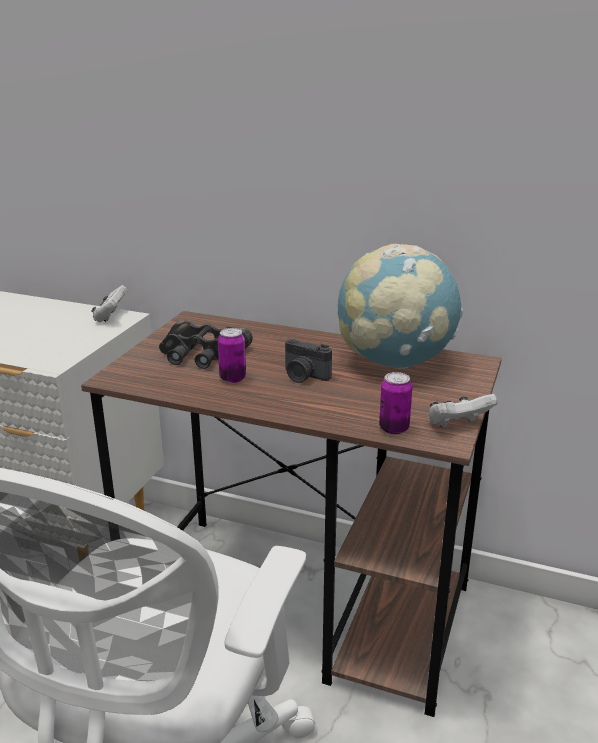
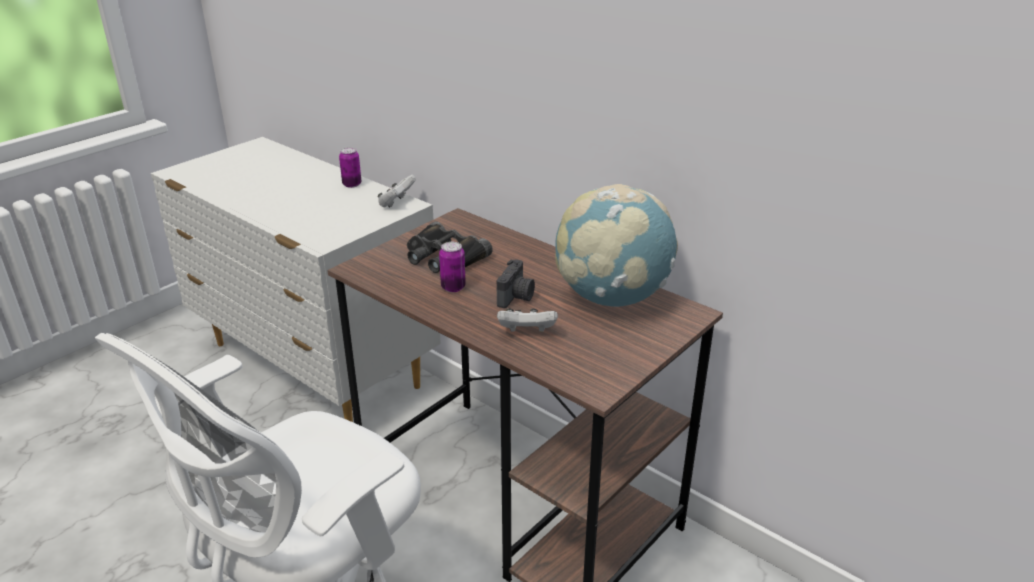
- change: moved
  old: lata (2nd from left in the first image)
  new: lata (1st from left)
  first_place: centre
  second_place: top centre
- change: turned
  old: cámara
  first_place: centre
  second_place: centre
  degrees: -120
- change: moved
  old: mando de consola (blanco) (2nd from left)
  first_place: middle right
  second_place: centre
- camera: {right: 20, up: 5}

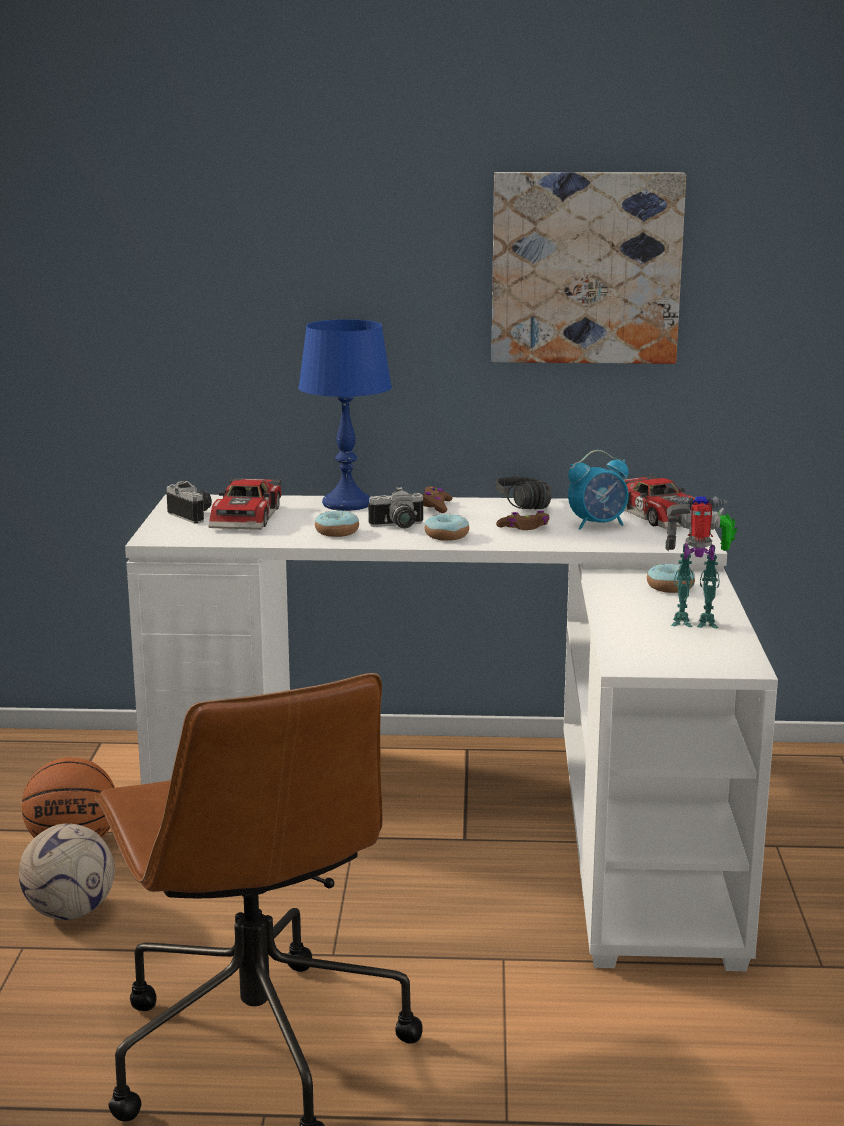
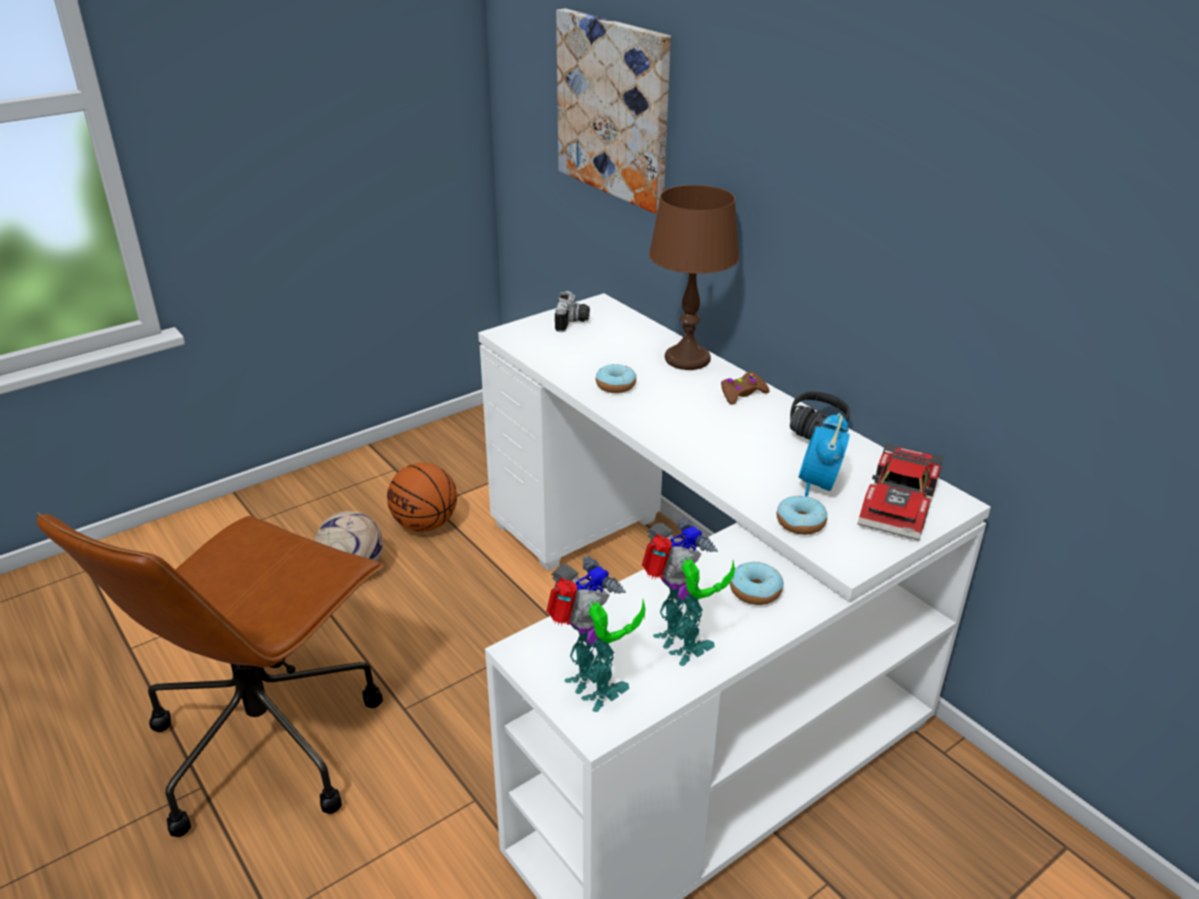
- change: added
  new: robot de juguete (1st from left)
  second_place: bottom centre
- change: moved
  old: cuadro
  first_place: top right
  second_place: top centre
- change: recoloured
  old: lámpara de mesa (azul)
  new: lámpara de mesa (marrón)
  first_place: centre
  second_place: top centre
- change: moved
  old: rosquilla (2nd from left in the first image)
  new: rosquilla (3rd from left)
  first_place: centre
  second_place: middle right
- change: turned
  old: despertador
  first_place: middle right
  second_place: middle right
  degrees: 75
- change: removed
  old: coche de juguete (1st from left)
  first_place: middle left
- change: removed
  old: cámara (2nd from left)
  first_place: centre
- change: removed
  old: mando de consola (marrón) (2nd from left)
  first_place: centre
- camera: {right: 50, up: 15}

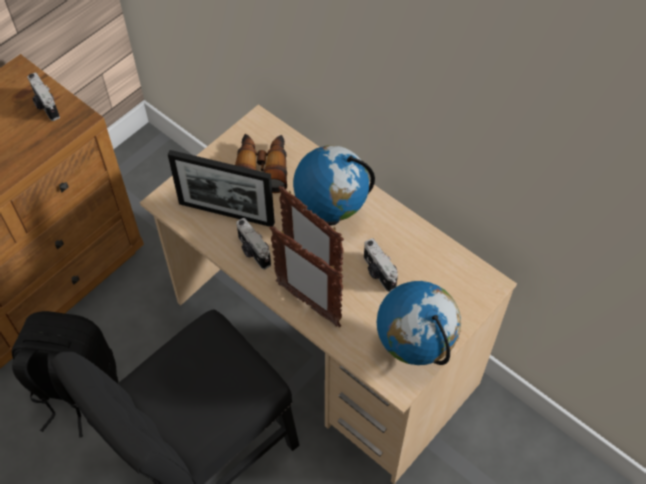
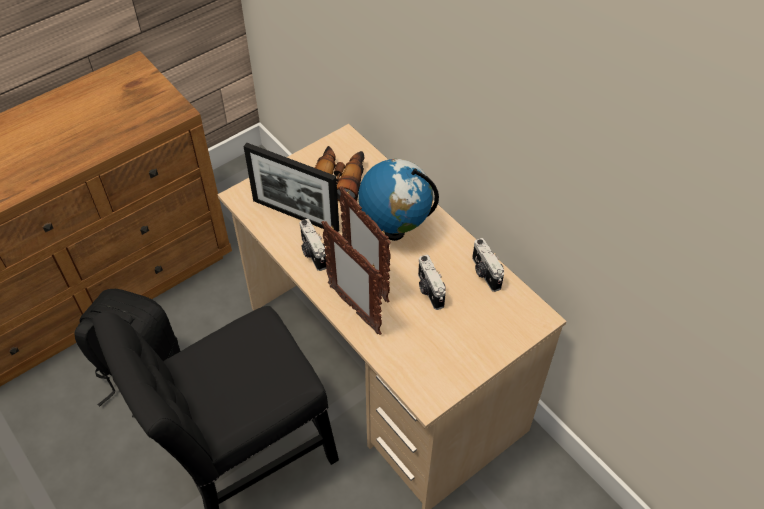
- change: moved
  old: cámara (1st from left in the first image)
  new: cámara (3rd from left)
  first_place: top left
  second_place: centre
- change: removed
  old: globo terráqueo (2nd from left)
  first_place: bottom centre
- camera: {right: 10, up: -5}

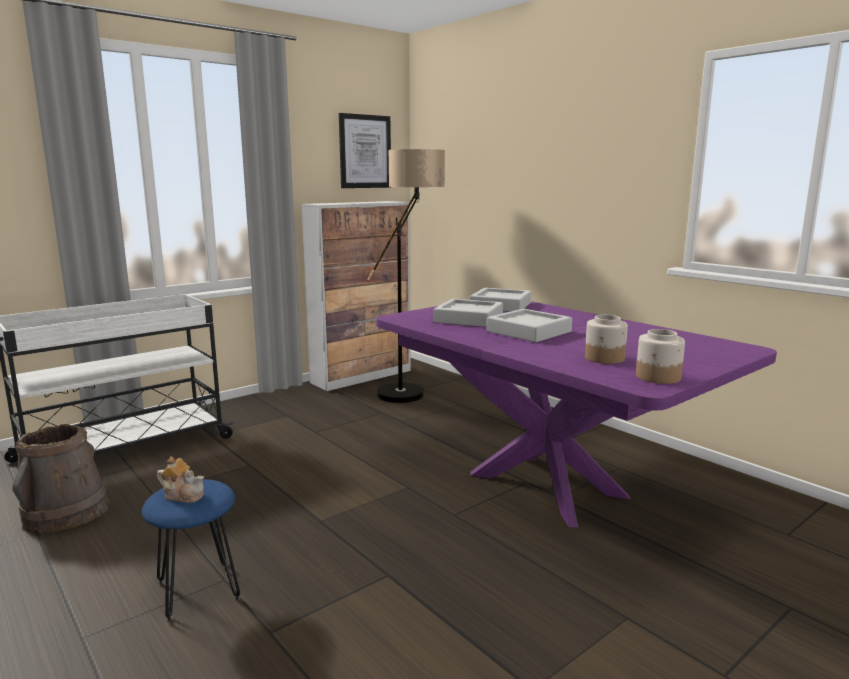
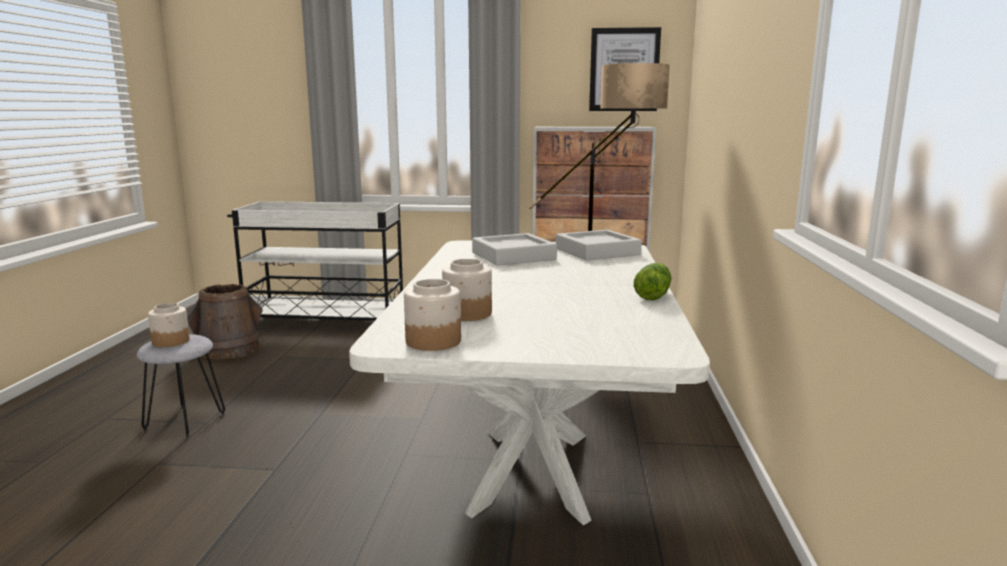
- change: recoloured
  old: taburete (azul)
  new: taburete (gris)
  first_place: bottom left
  second_place: bottom left
- change: replaced
  old: tetera
  new: tarro (1st from left)
  first_place: bottom left
  second_place: middle left
- change: recoloured
  old: mesa de comedor (morado)
  new: mesa de comedor (blanco)
  first_place: middle right
  second_place: bottom centre
- change: added
  new: lechuga
  second_place: centre
- change: removed
  old: bandeja (gris) (3rd from left)
  first_place: centre
- camera: {right: 45, up: 0}

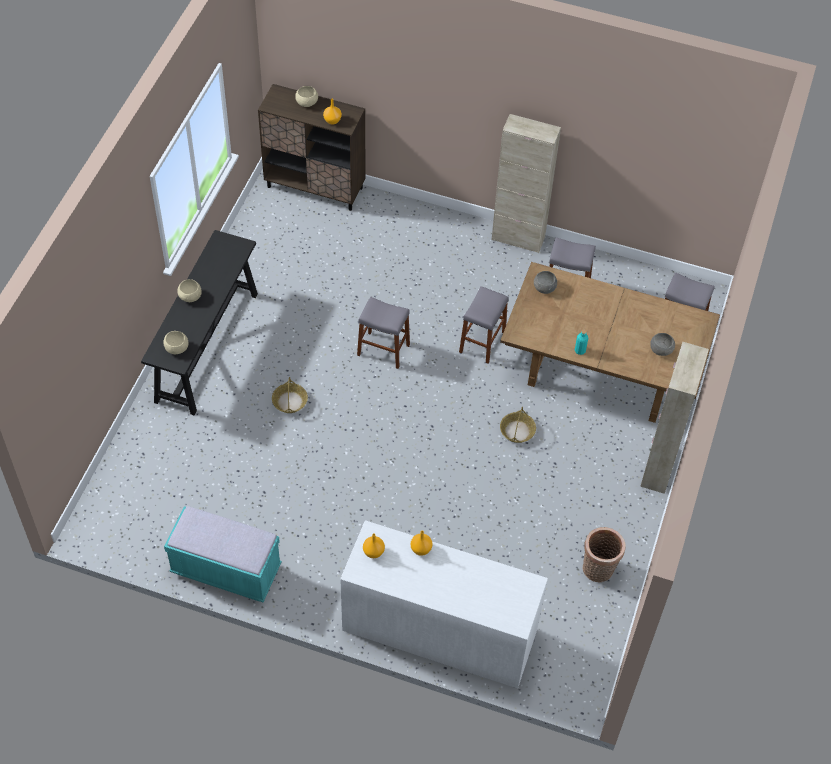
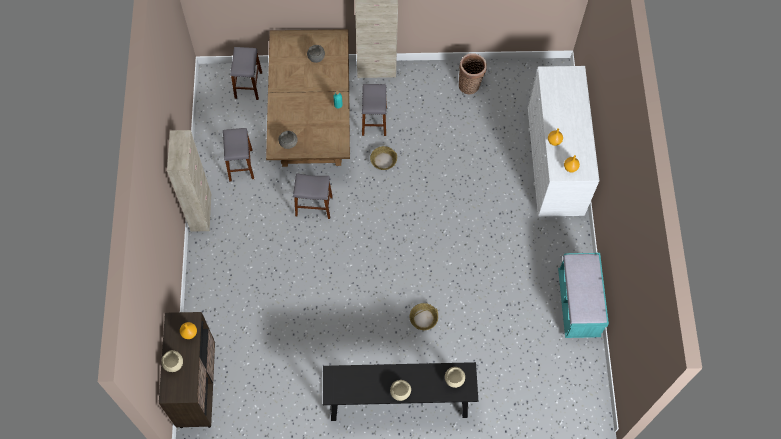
- change: moved
  old: taburete (gris) (1st from left in the first image)
  new: taburete (gris) (4th from left)
  first_place: centre
  second_place: top centre
- camera: {right: -110, up: 10}

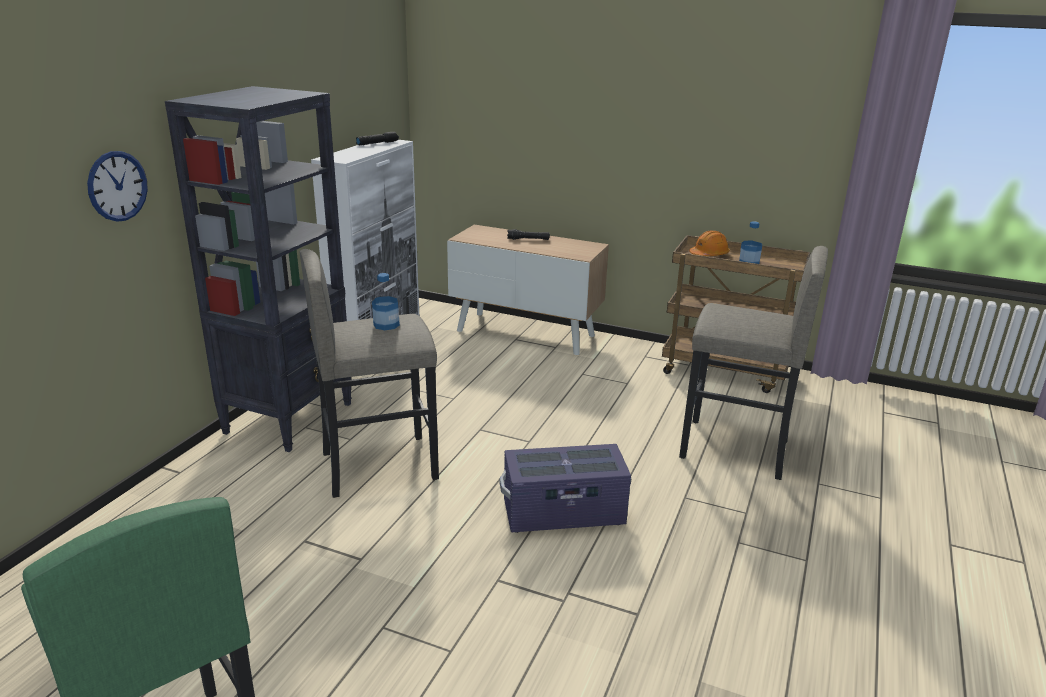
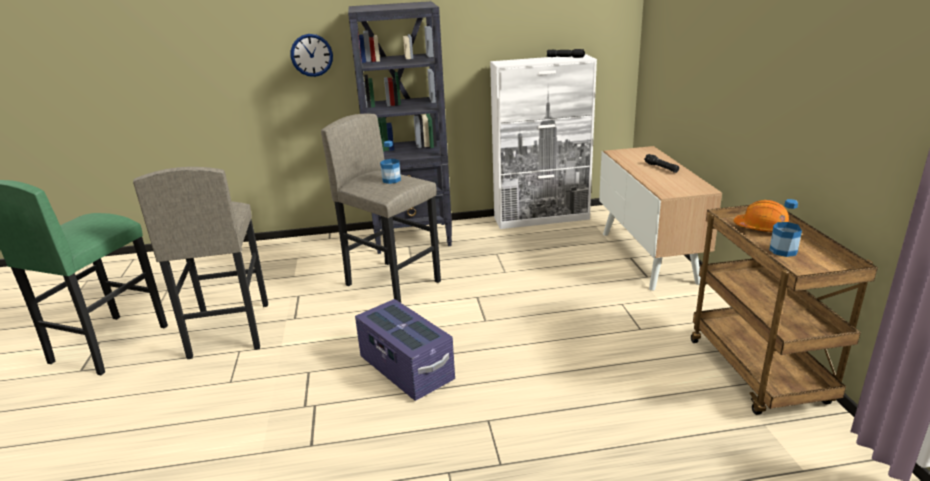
- change: moved
  old: taburete (gris) (2nd from left in the first image)
  new: taburete (gris) (1st from left)
  first_place: middle right
  second_place: middle left
- camera: {right: 60, up: 0}

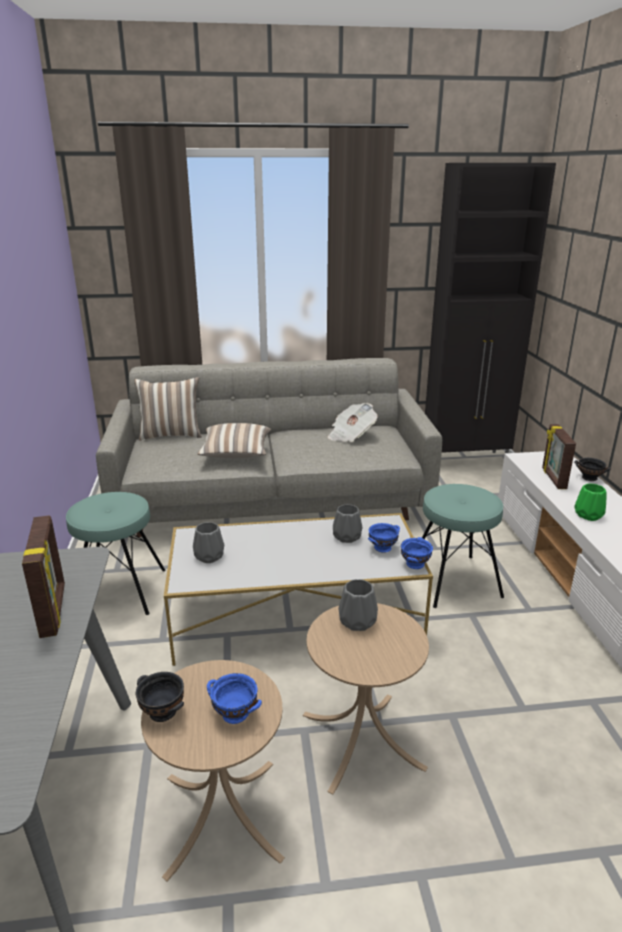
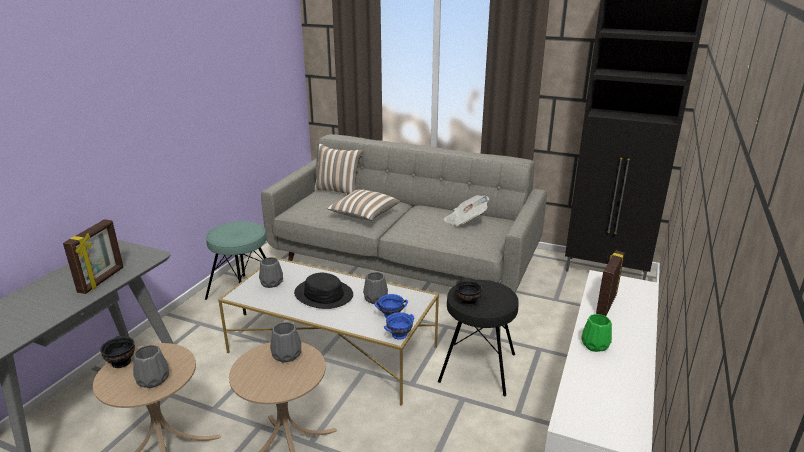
- change: replaced
  old: cuenco (azul) (1st from left)
  new: florero (gris) (1st from left)
  first_place: bottom centre
  second_place: bottom left
- change: added
  new: sombrero (negro)
  second_place: centre
- change: recoloured
  old: taburete (turquesa) (2nd from left)
  new: taburete (negro)
  first_place: middle right
  second_place: bottom centre
- change: moved
  old: cuenco (negro) (2nd from left)
  first_place: middle right
  second_place: centre
- camera: {right: 30, up: 0}

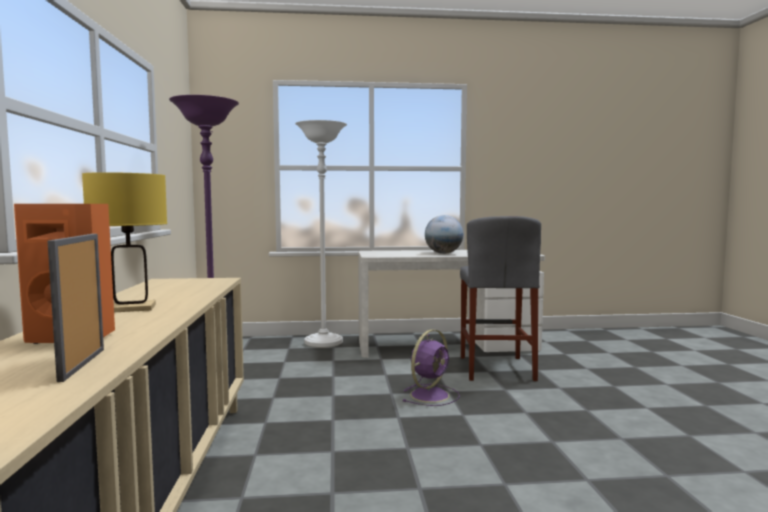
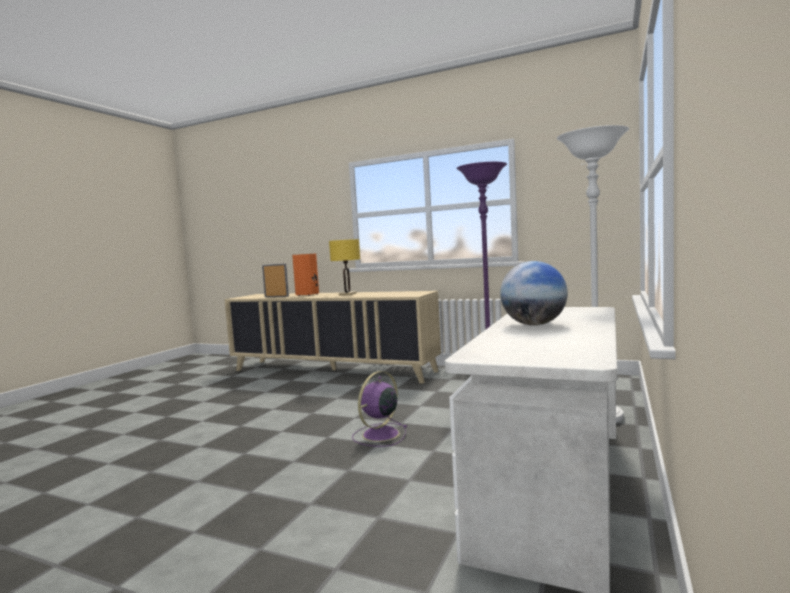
- change: turned
  old: ventilador (morado)
  first_place: bottom centre
  second_place: bottom centre
  degrees: 60
- change: removed
  old: taburete (gris)
  first_place: centre
- camera: {right: 120, up: 0}

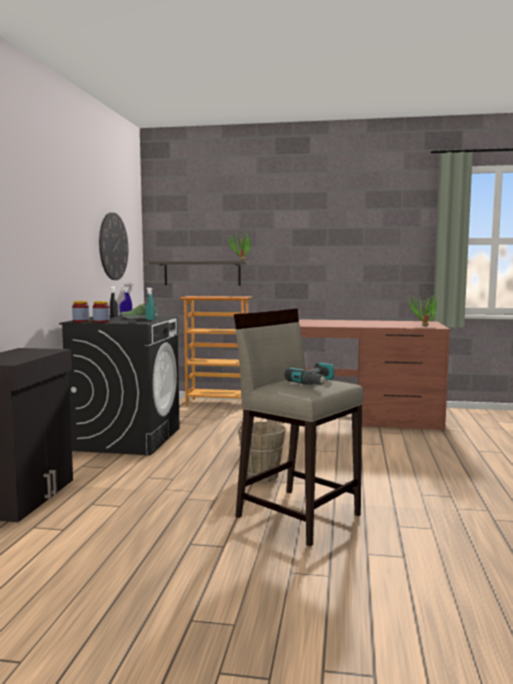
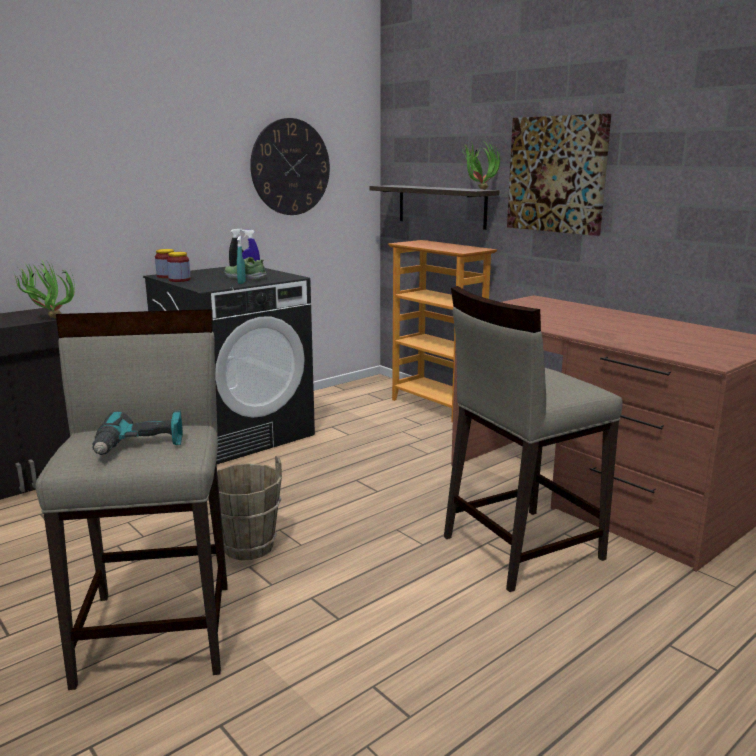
- change: moved
  old: planta en maceta (2nd from left in the first image)
  new: planta en maceta (1st from left)
  first_place: middle right
  second_place: middle left
- change: added
  new: taburete (beis) (2nd from left)
  second_place: middle right
- change: added
  new: cuadro
  second_place: top right
- camera: {right: 40, up: 10}

